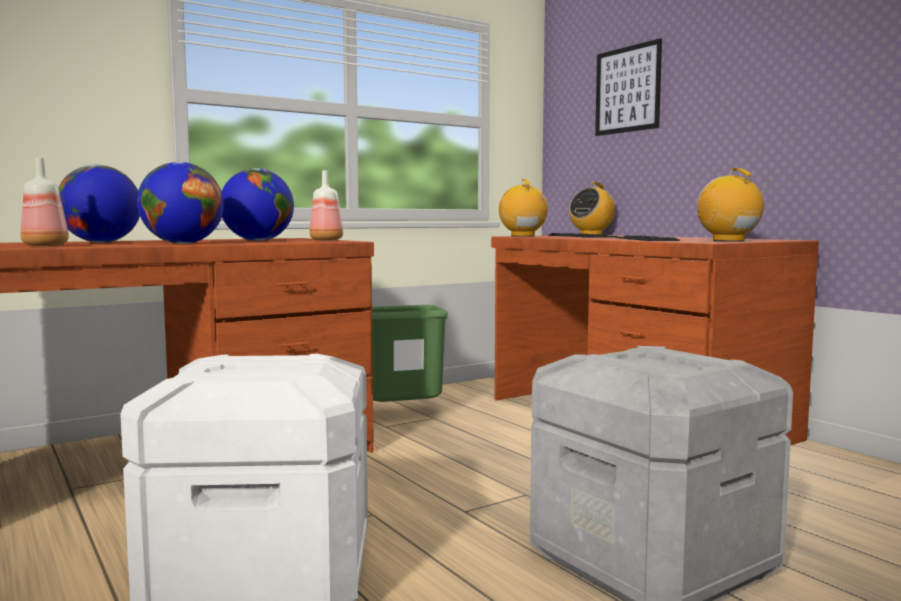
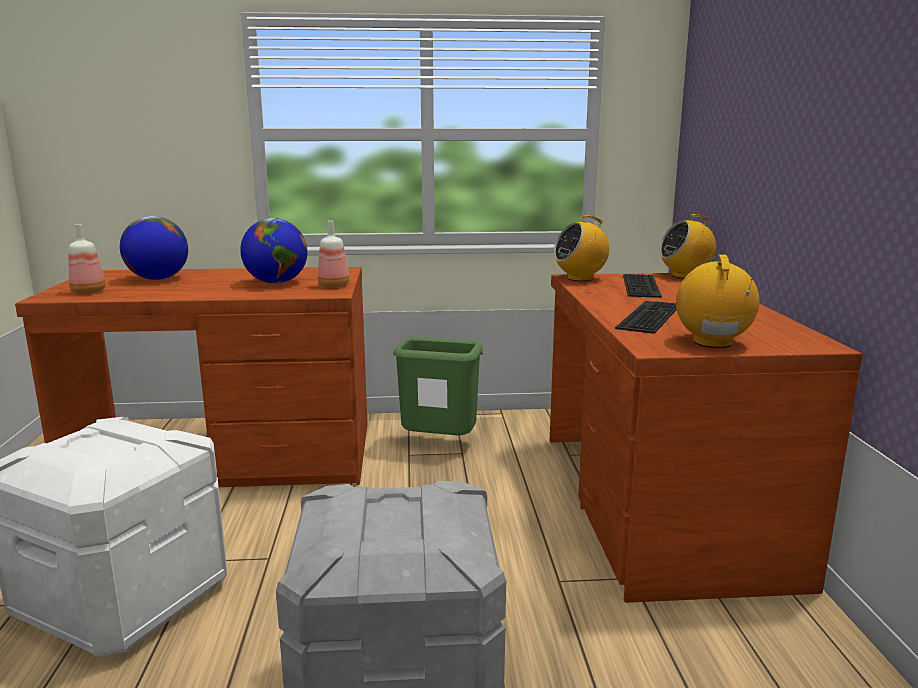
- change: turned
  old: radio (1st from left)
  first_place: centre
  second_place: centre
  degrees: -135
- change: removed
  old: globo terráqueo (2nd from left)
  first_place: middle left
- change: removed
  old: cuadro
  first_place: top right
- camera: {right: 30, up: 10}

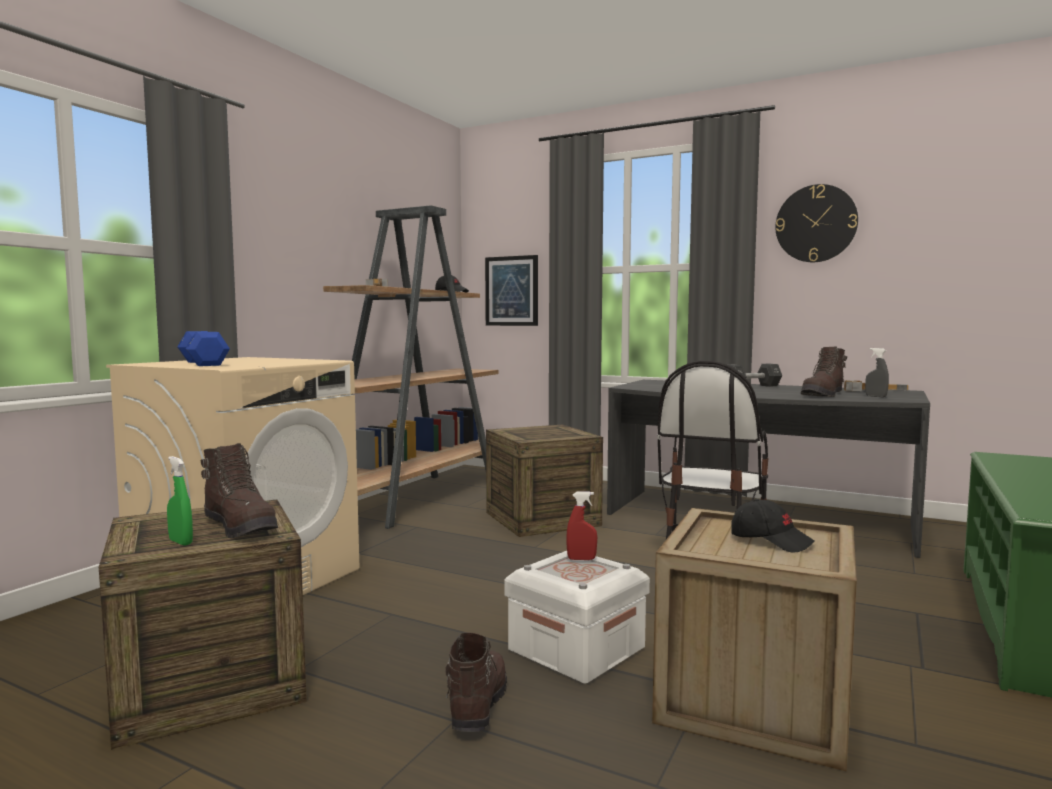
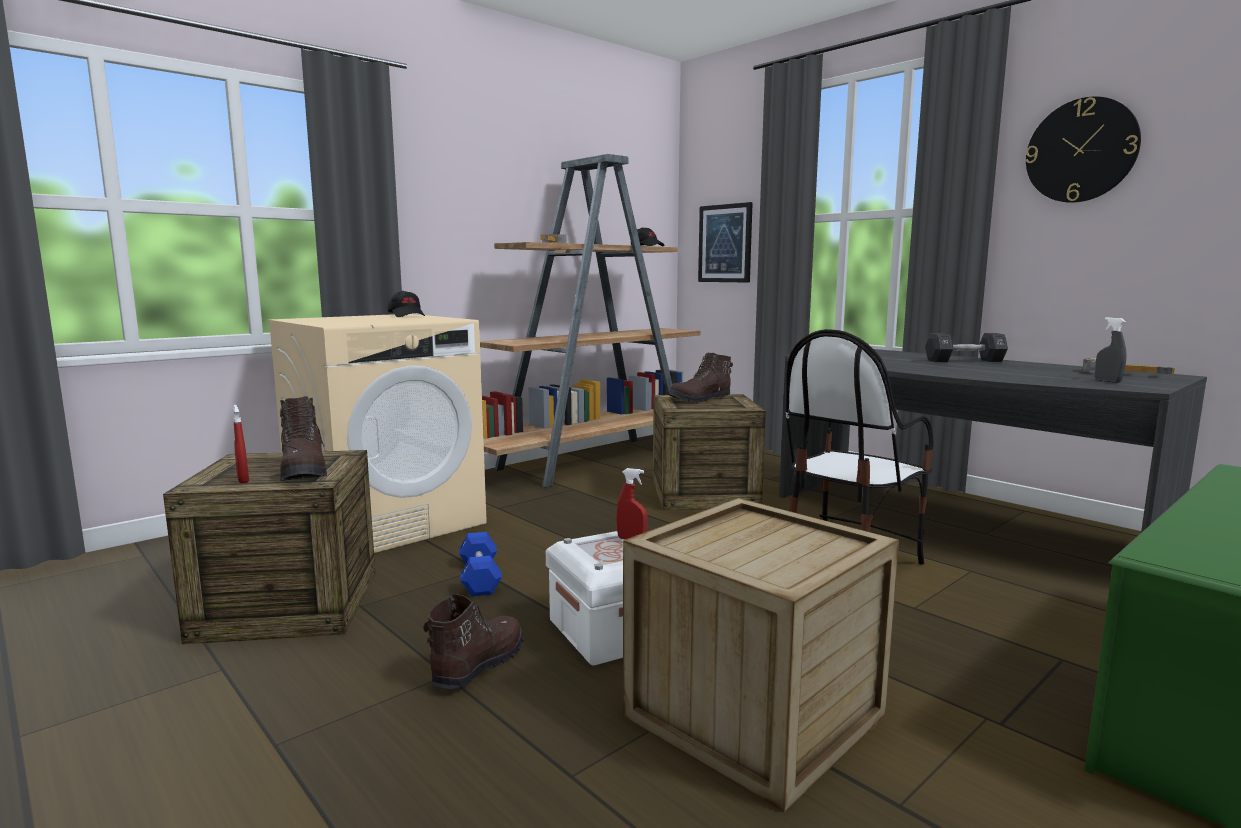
- change: recoloured
  old: pulverizador (verde)
  new: pulverizador (rojo) (1st from left)
  first_place: middle left
  second_place: middle left
- change: moved
  old: gorra (negro) (2nd from left in the first image)
  new: gorra (negro) (1st from left)
  first_place: middle right
  second_place: middle left
- change: moved
  old: mancuerna (azul)
  first_place: middle left
  second_place: bottom centre
- change: moved
  old: bota (marrón) (3rd from left)
  first_place: middle right
  second_place: centre
- camera: {right: 20, up: 5}

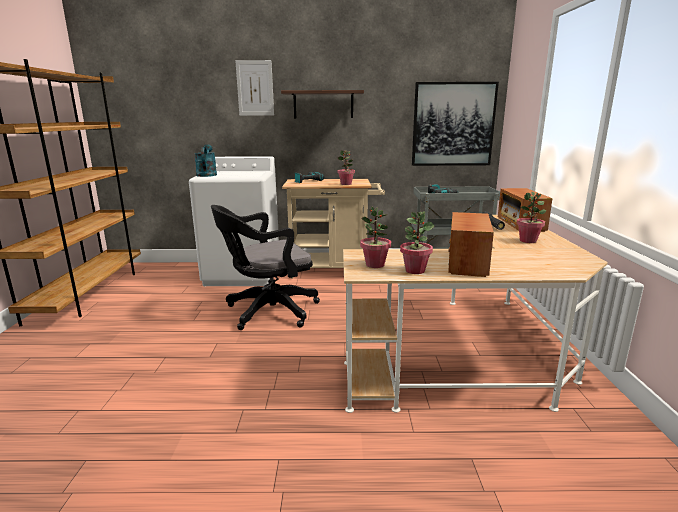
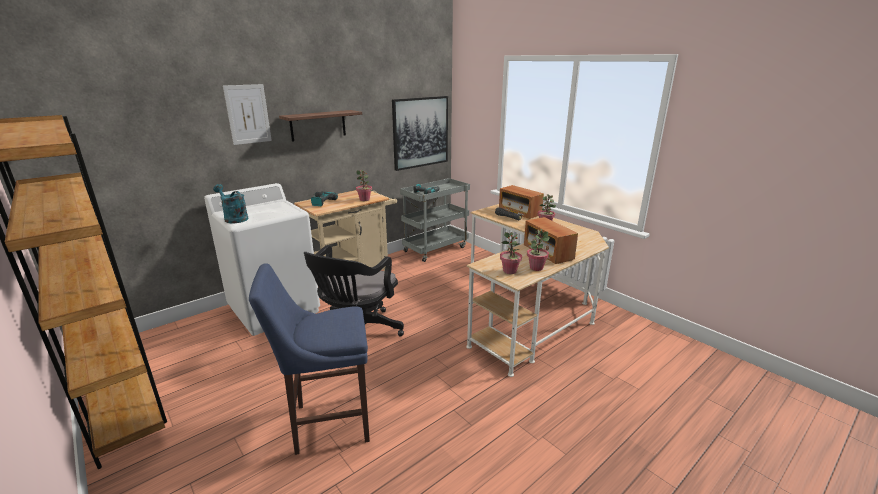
- change: added
  new: taburete (azul)
  second_place: bottom centre
- camera: {right: -40, up: 5}

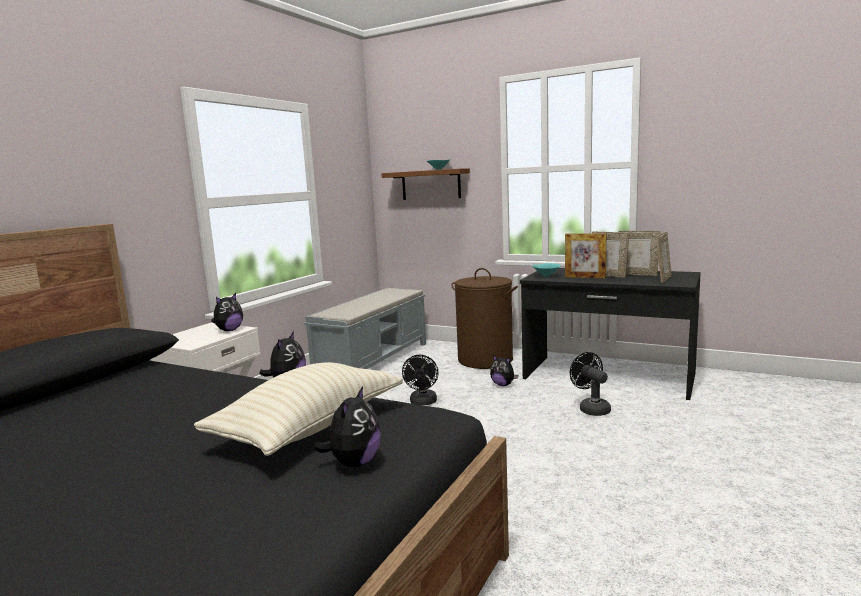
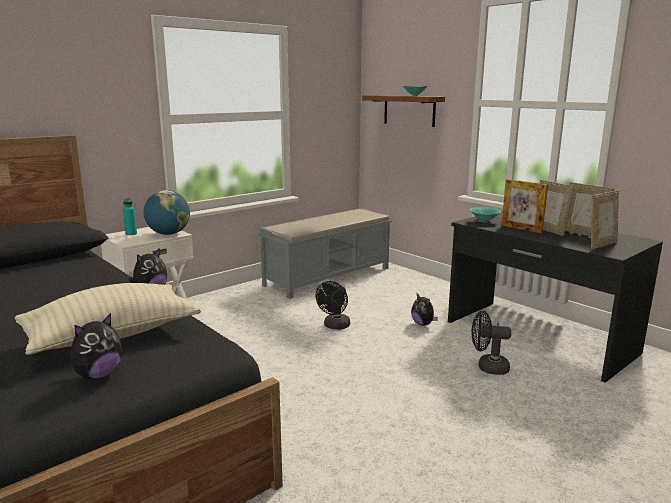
- change: added
  new: botella (turquesa)
  second_place: middle left
- change: replaced
  old: peluche (1st from left)
  new: globo terráqueo
  first_place: middle left
  second_place: middle left
- change: turned
  old: ventilador (negro) (2nd from left)
  first_place: middle right
  second_place: bottom right
  degrees: -75
- change: removed
  old: cesto de la ropa (marrón)
  first_place: centre
- camera: {right: 20, up: 5}

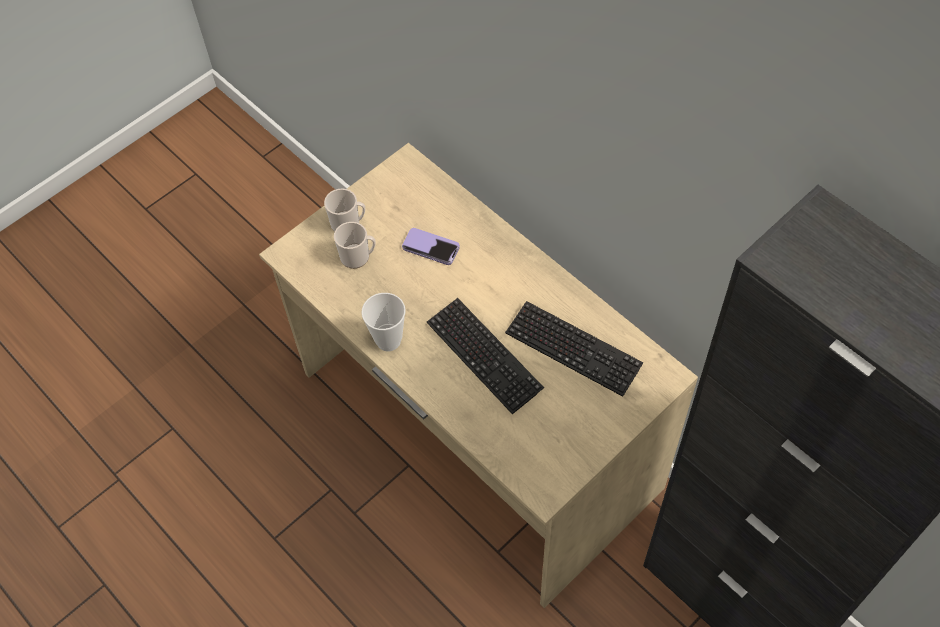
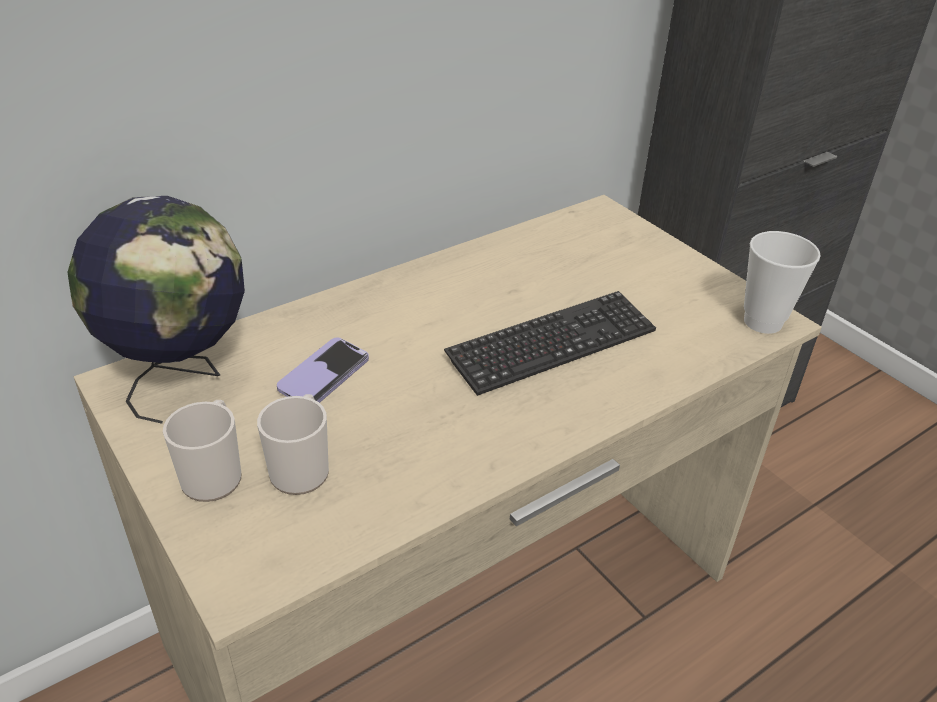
- change: added
  new: globo terráqueo
  second_place: middle left
- change: moved
  old: taza
  first_place: centre
  second_place: middle right
- change: removed
  old: teclado (2nd from left)
  first_place: centre
- camera: {right: -85, up: -20}

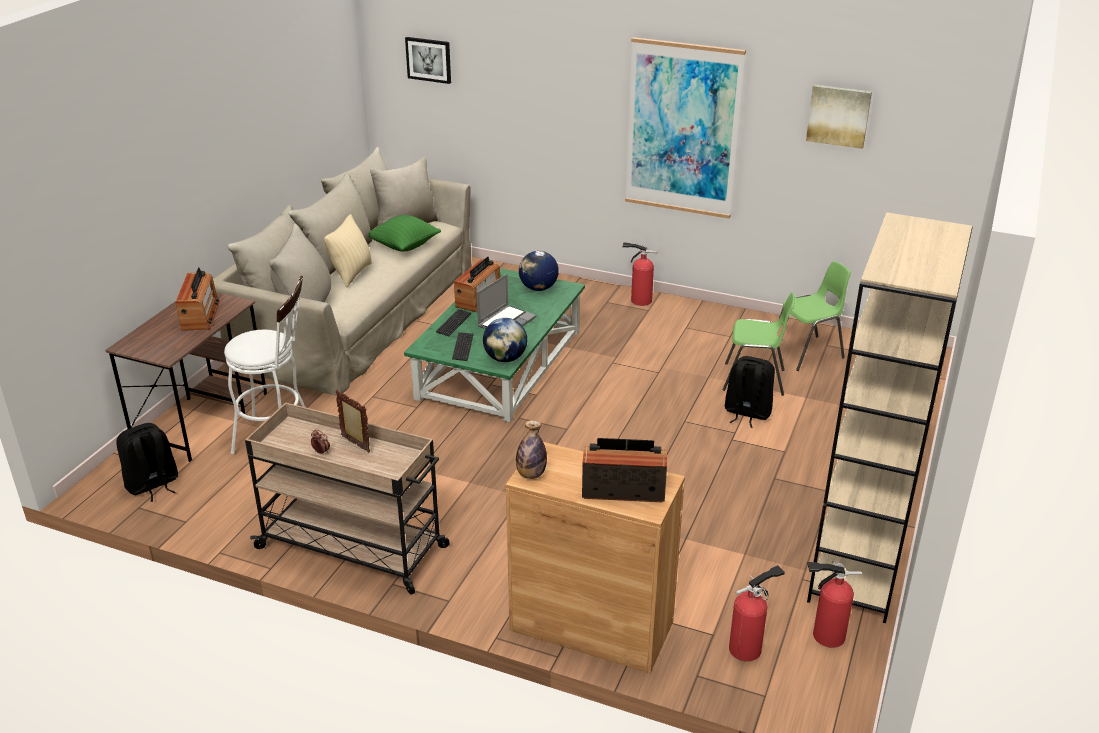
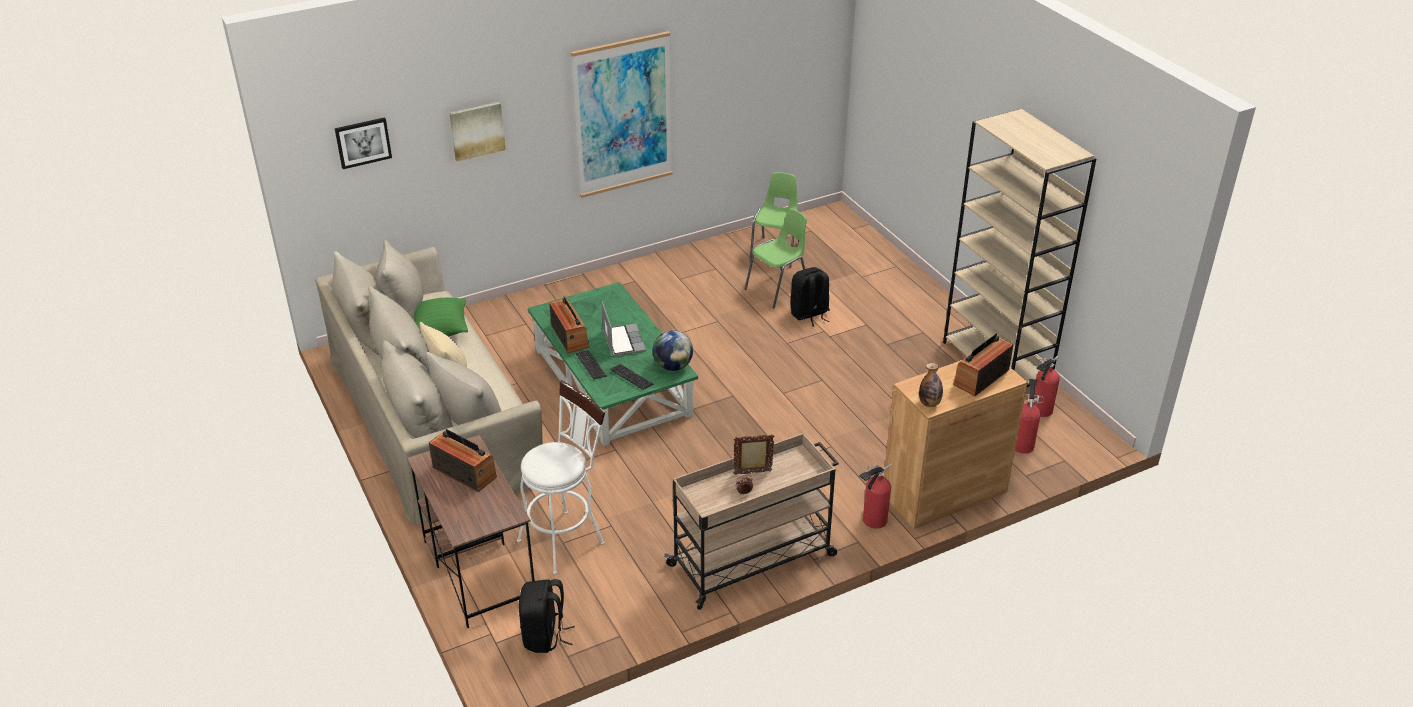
- change: moved
  old: cuadro (3rd from left in the first image)
  new: cuadro (2nd from left)
  first_place: top right
  second_place: top centre
- change: moved
  old: extintor (1st from left)
  first_place: centre
  second_place: bottom centre
- change: removed
  old: globo terráqueo (2nd from left)
  first_place: centre
- camera: {right: -50, up: 5}

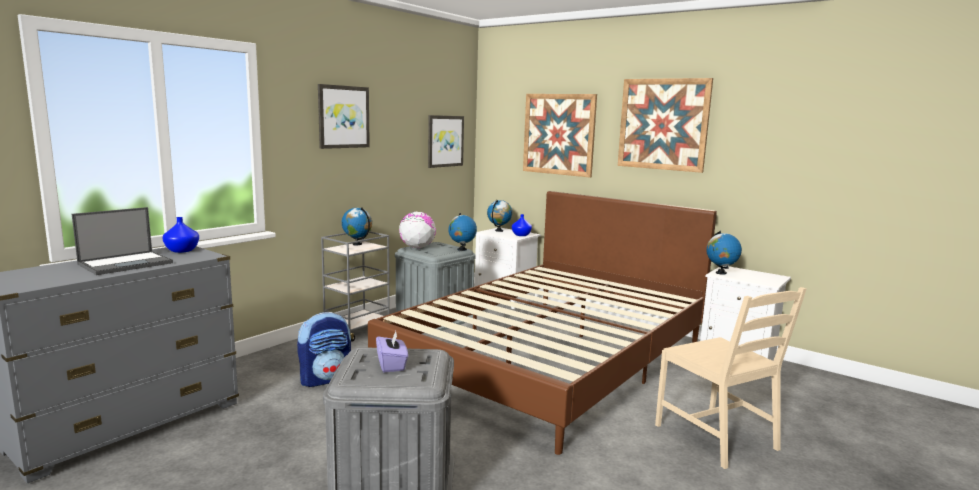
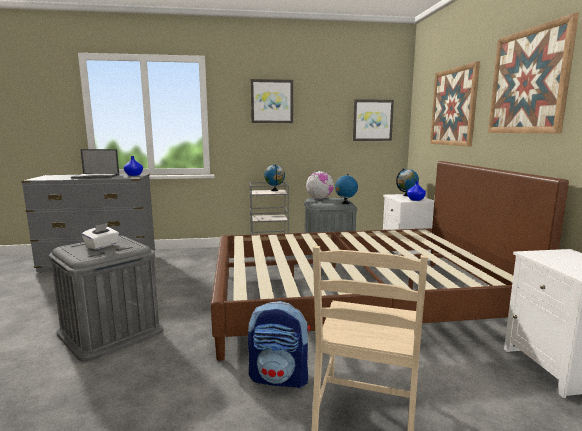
- change: recoloured
  old: caja de pañuelos (morado)
  new: caja de pañuelos (blanco)
  first_place: bottom centre
  second_place: middle left
- change: moved
  old: mochila
  first_place: bottom left
  second_place: bottom centre
- change: removed
  old: globo terráqueo (5th from left)
  first_place: middle right
- camera: {right: 45, up: 0}

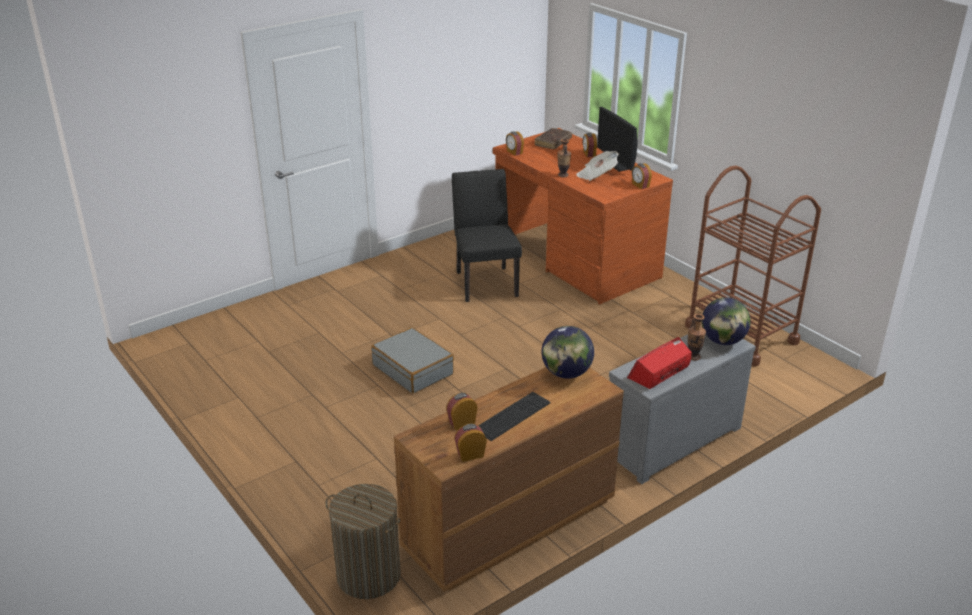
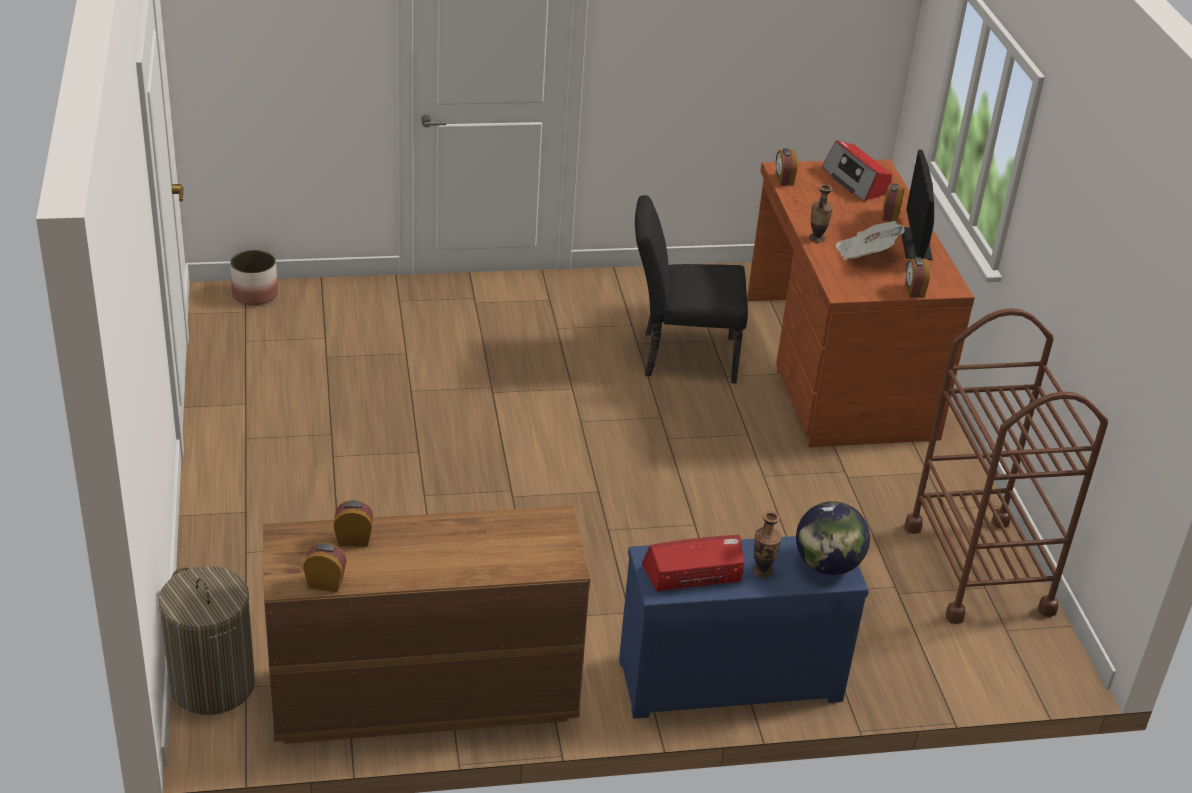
- change: added
  new: maceta
  second_place: middle left
- change: recoloured
  old: cómoda (gris)
  new: cómoda (azul)
  first_place: middle right
  second_place: bottom centre
- change: turned
  old: silla (negro)
  first_place: centre
  second_place: centre
  degrees: -105
- change: replaced
  old: libro (marrón)
  new: radio (2nd from left)
  first_place: top centre
  second_place: top right
- change: removed
  old: maleta (gris)
  first_place: centre
- change: removed
  old: teclado
  first_place: bottom centre
- change: removed
  old: globo terráqueo (1st from left)
  first_place: centre
- camera: {right: 25, up: 5}

